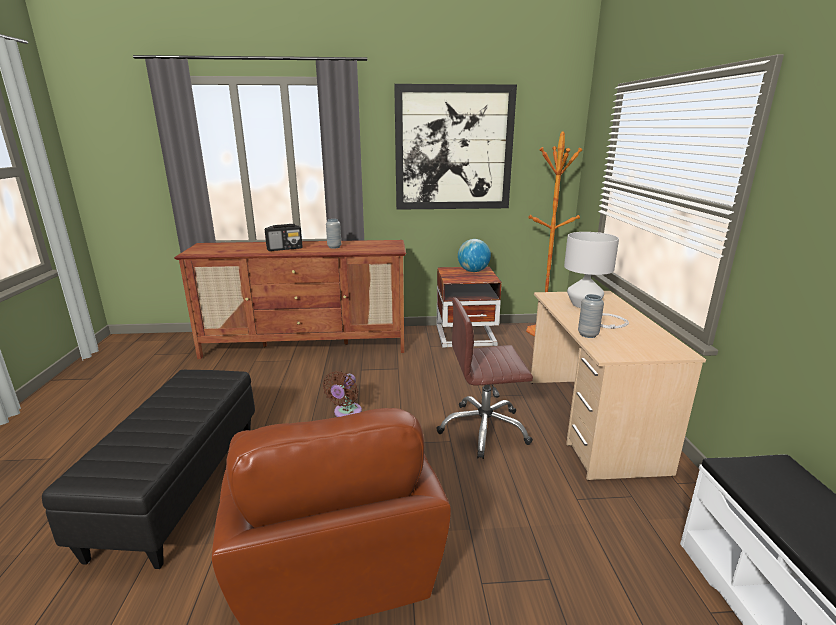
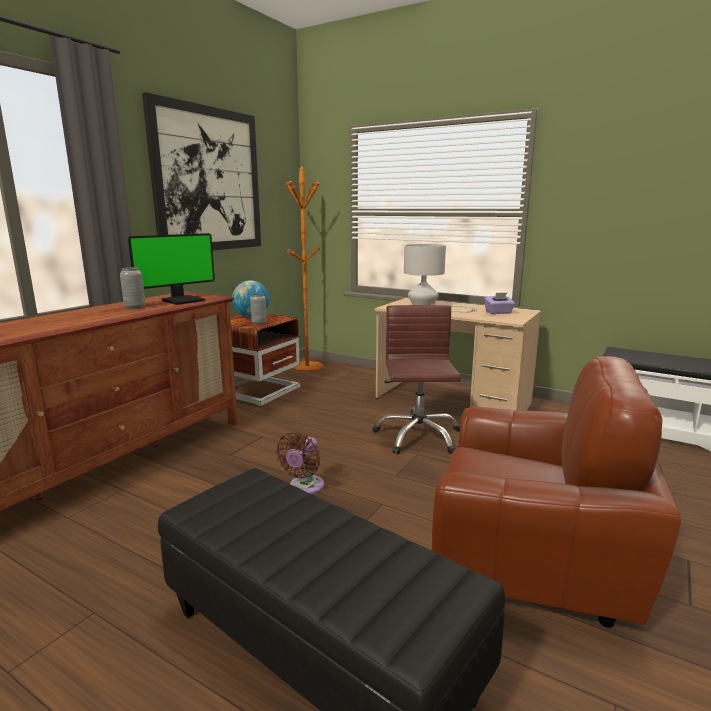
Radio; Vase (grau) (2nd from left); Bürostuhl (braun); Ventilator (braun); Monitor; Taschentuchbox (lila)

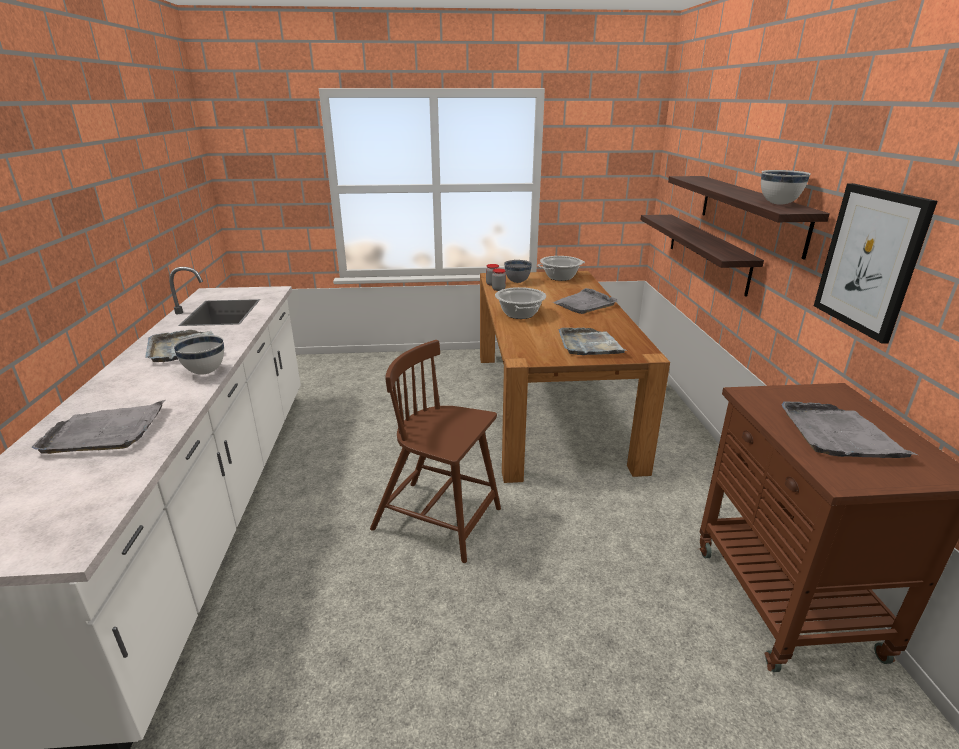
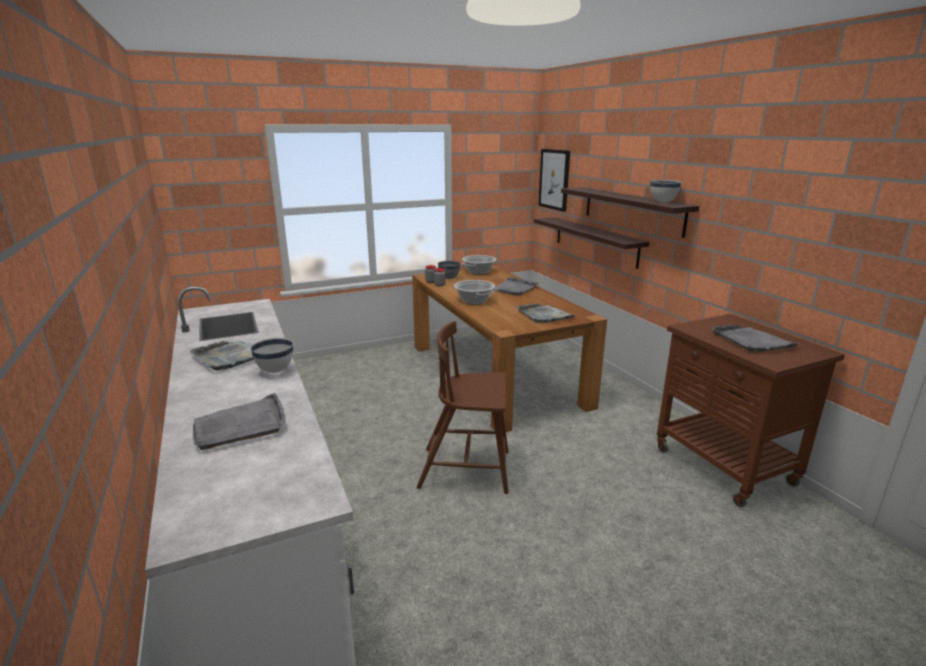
Bild

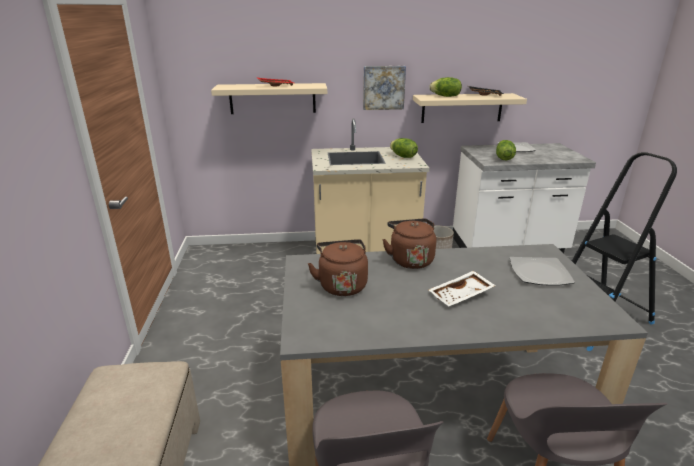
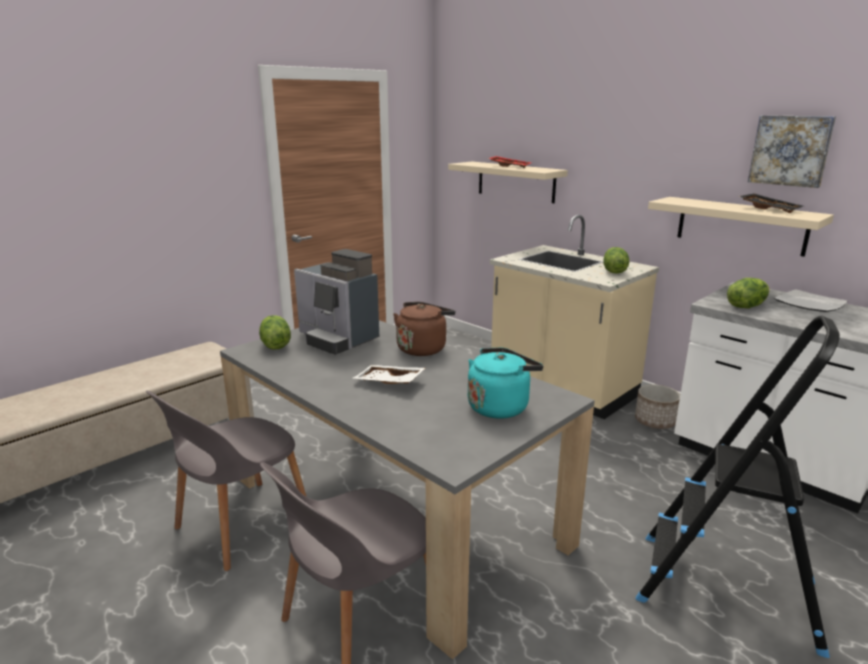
Bild; Salatkopf (1st from left); Kaffeemaschine; Wasserkessel (türkis)

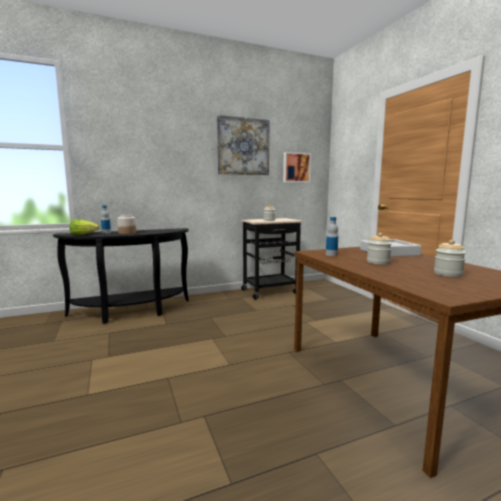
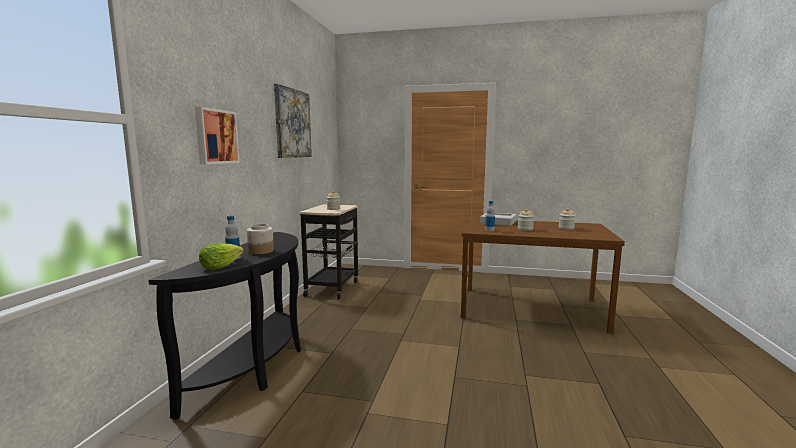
Bild (1st from left)

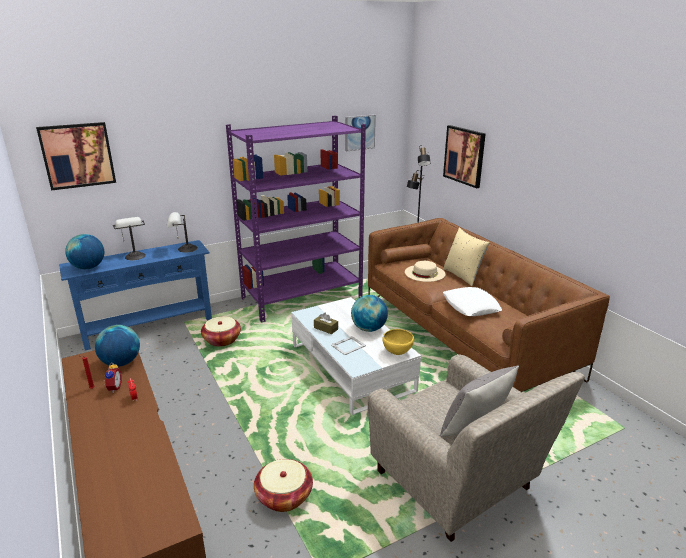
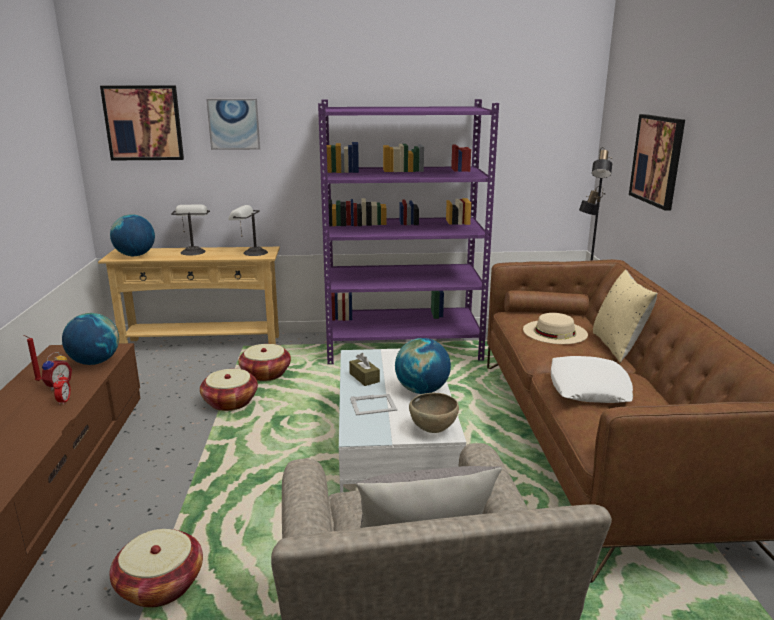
Bild (2nd from left); Konsolentisch (beige); Schüssel (braun); Korb (2nd from left)

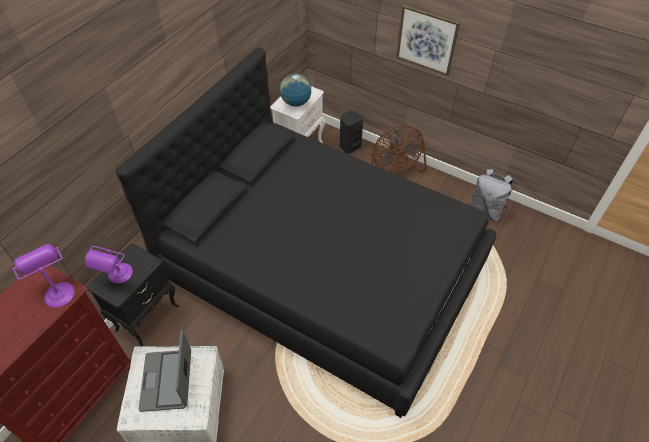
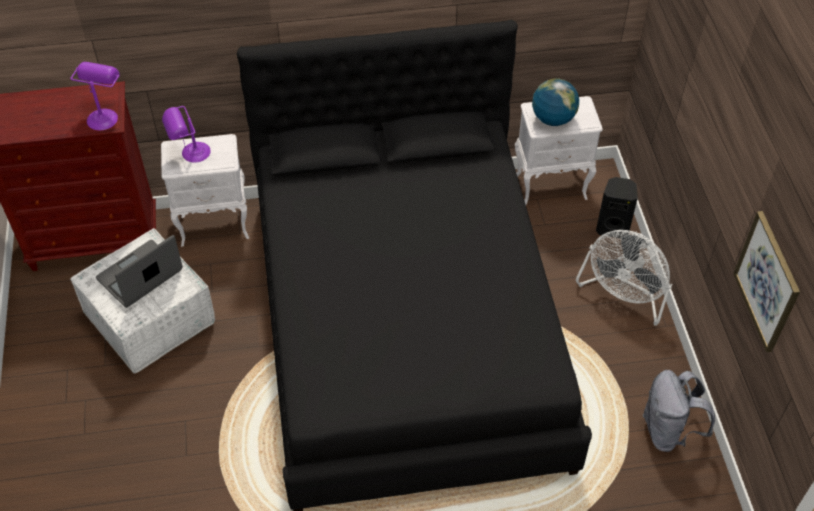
Bild; Ventilator (weiß); Nachttisch (weiß) (1st from left)

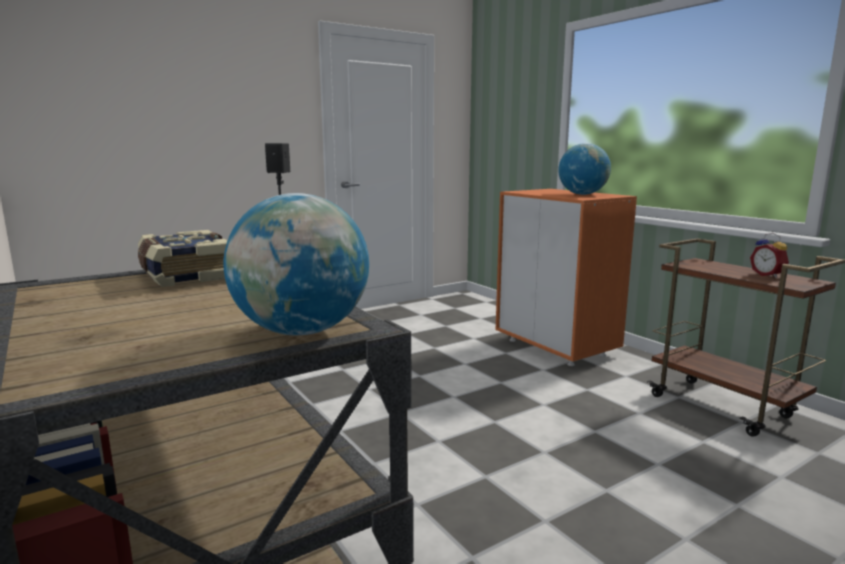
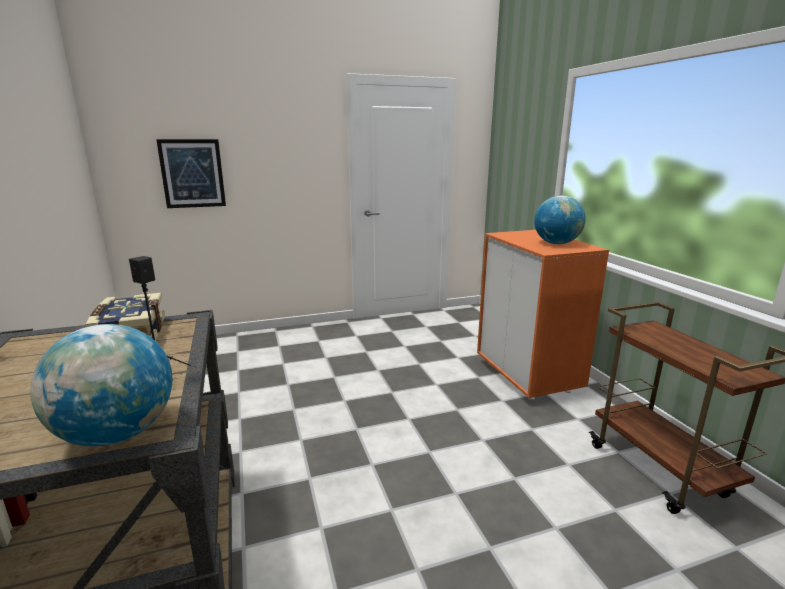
Wecker; Bild

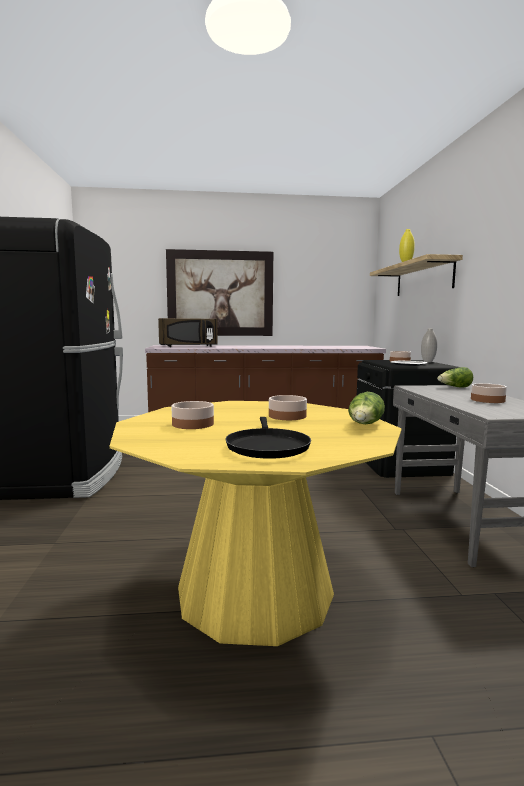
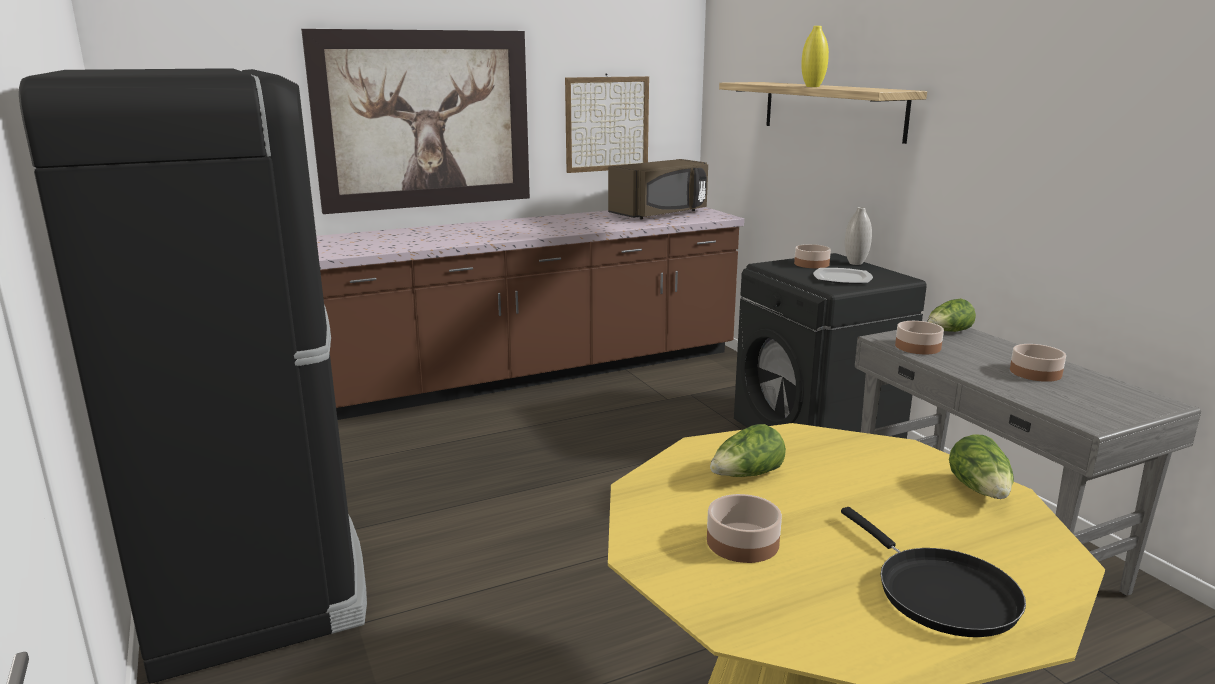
Mikrowelle (braun); Schüssel (3rd from left); Bild (2nd from left); Salatkopf (1st from left)

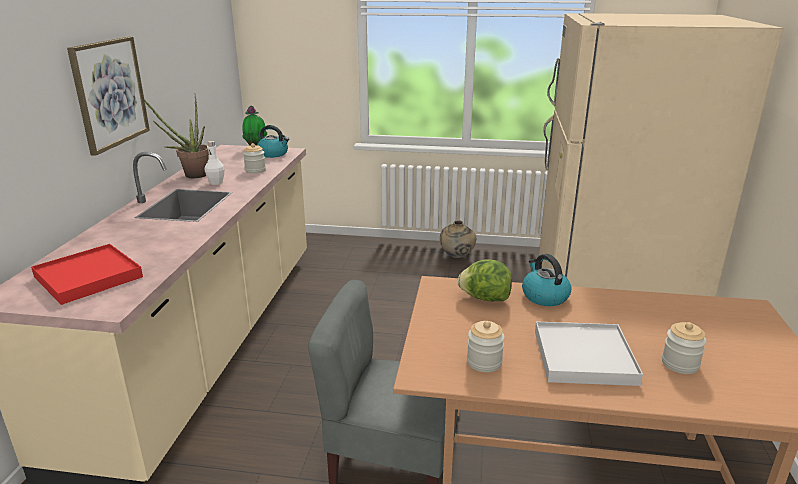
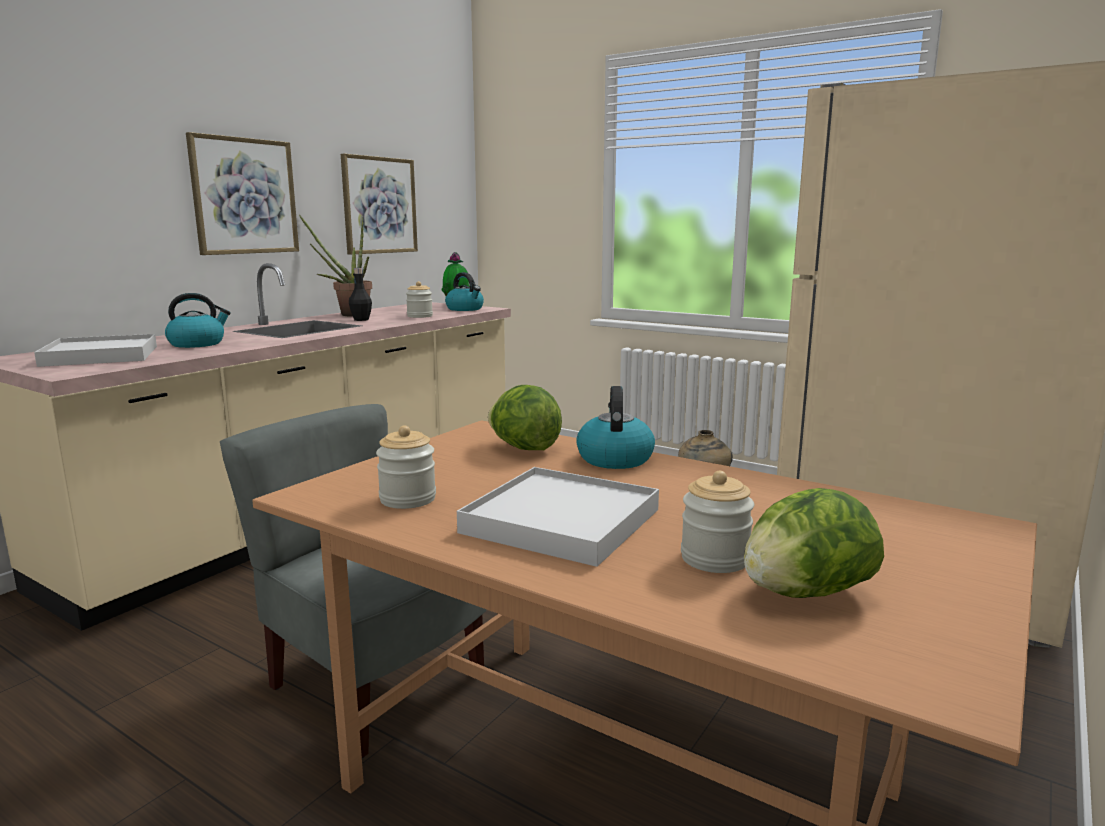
Flasche (schwarz); Tablett (weiß) (1st from left); Bild (2nd from left); Wasserkessel (1st from left); Salatkopf (2nd from left)

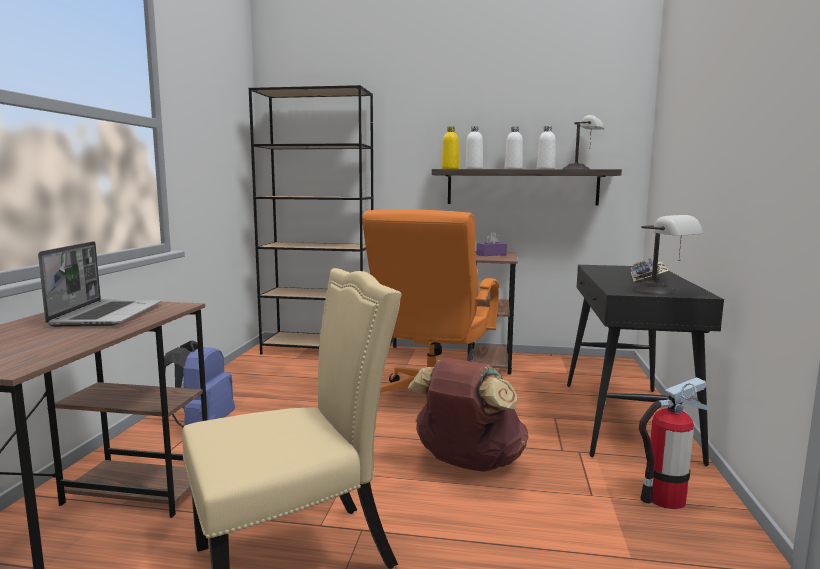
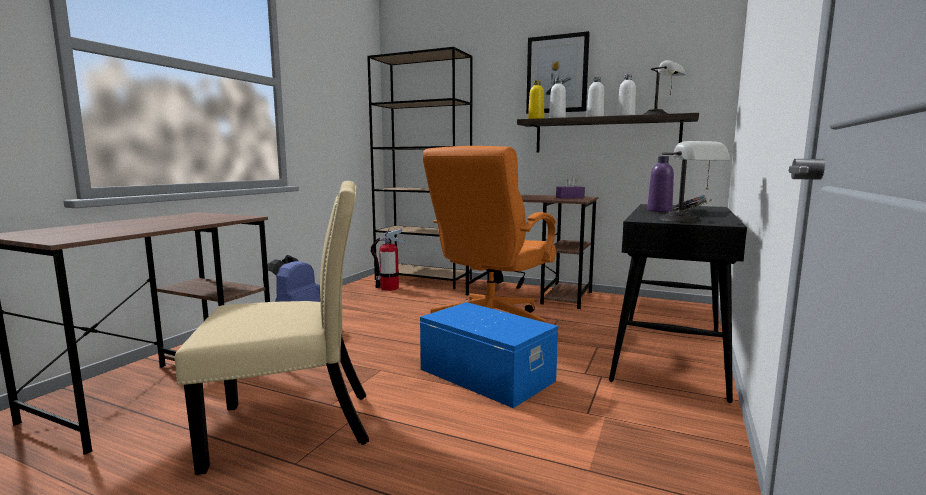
Laptop; Aufbewahrungsbox (blau); Feuerlöscher; Bild; Flasche (lila)

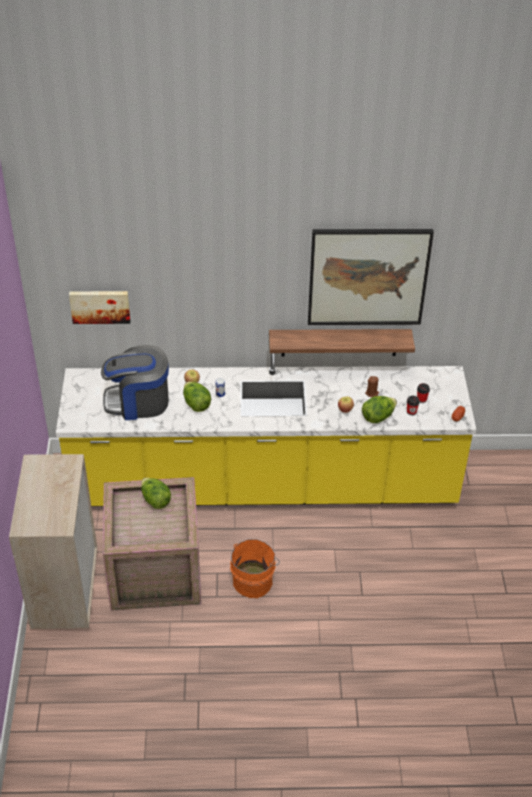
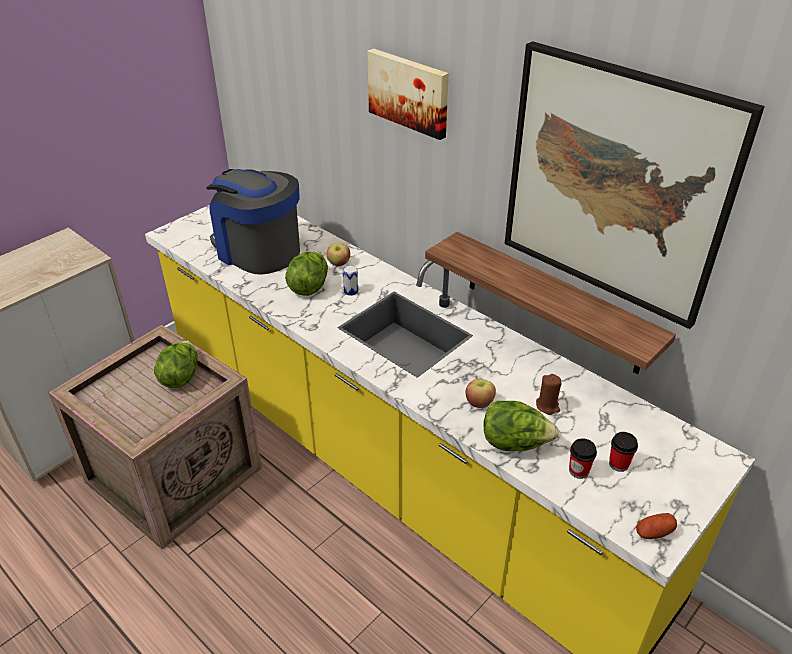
Bild (1st from left); Eimer (orange)

